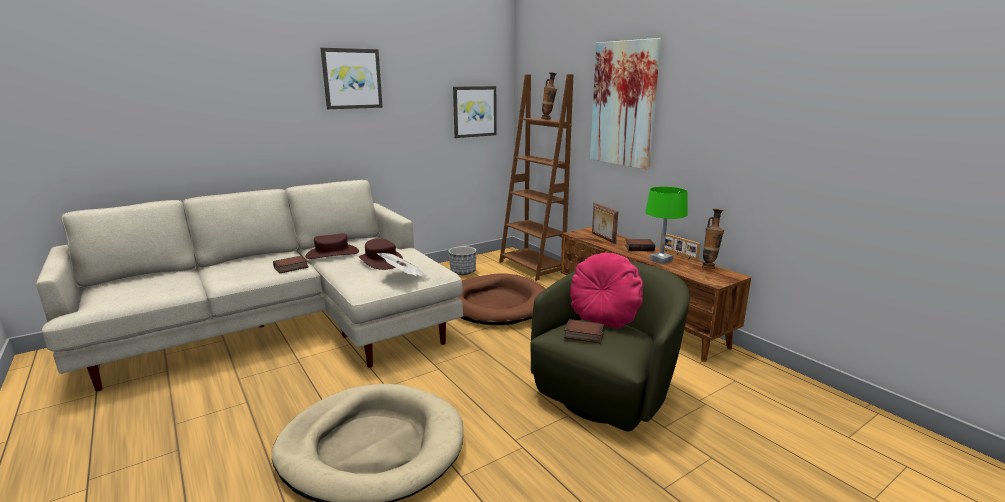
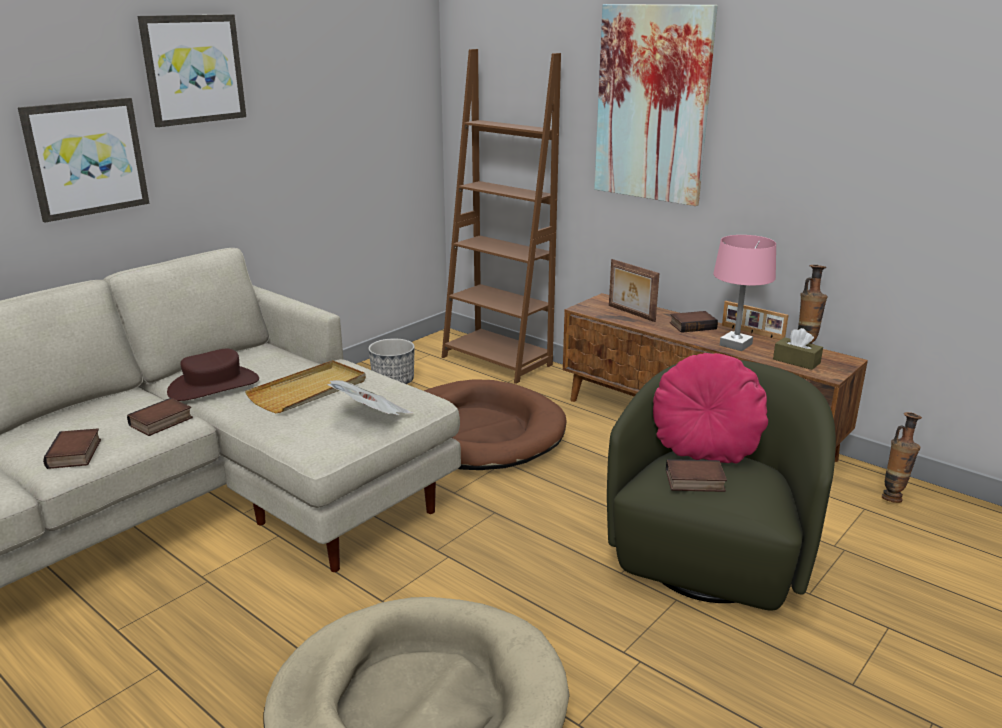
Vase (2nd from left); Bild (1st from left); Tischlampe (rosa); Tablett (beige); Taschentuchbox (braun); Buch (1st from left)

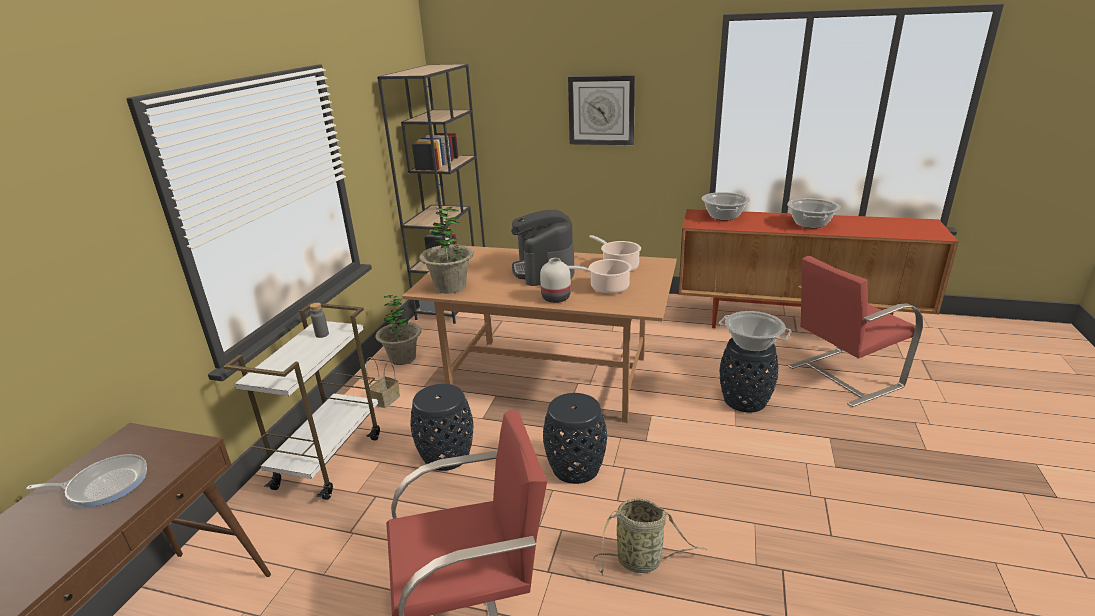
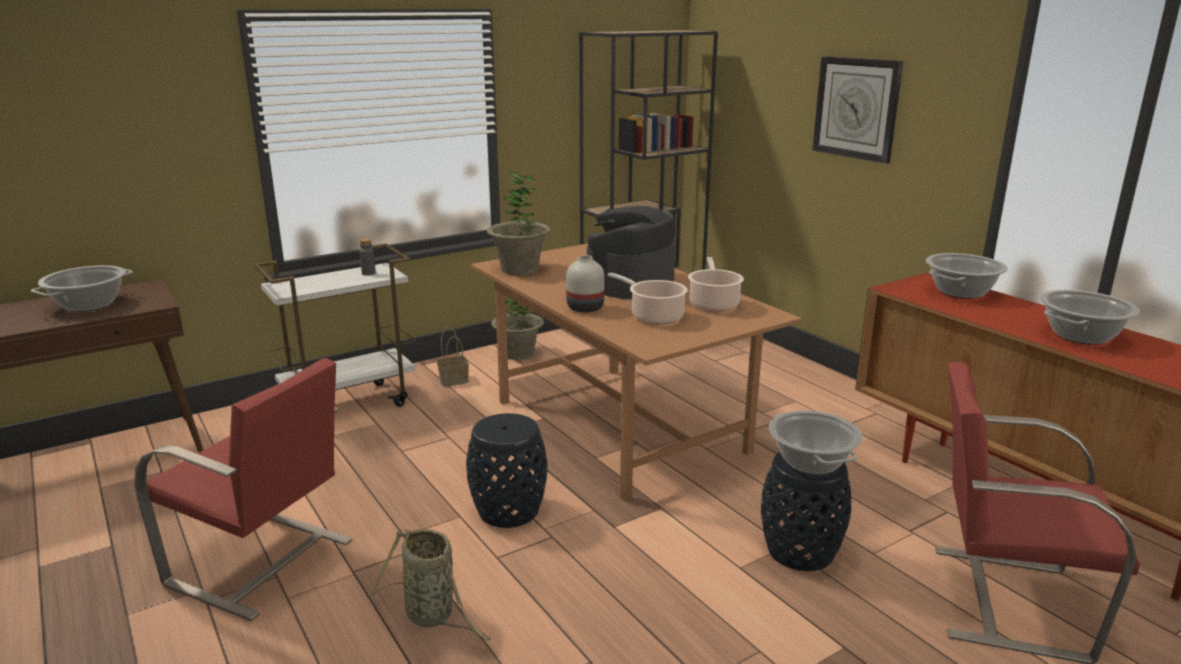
Hocker (schwarz) (1st from left in the first image); Kochtopf (1st from left)

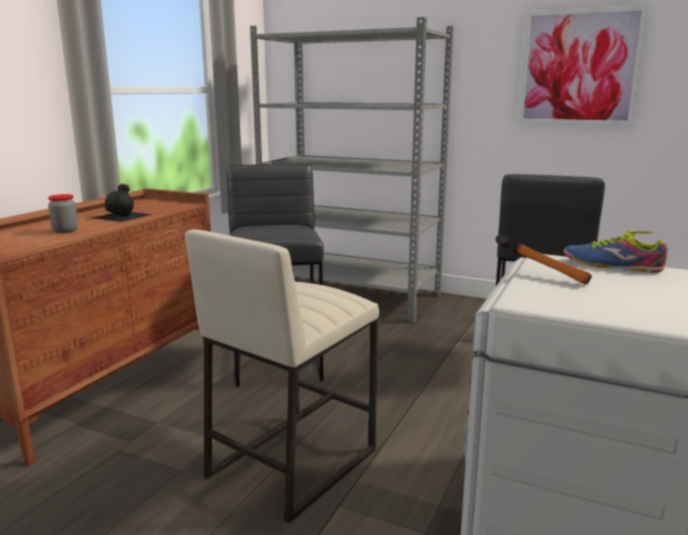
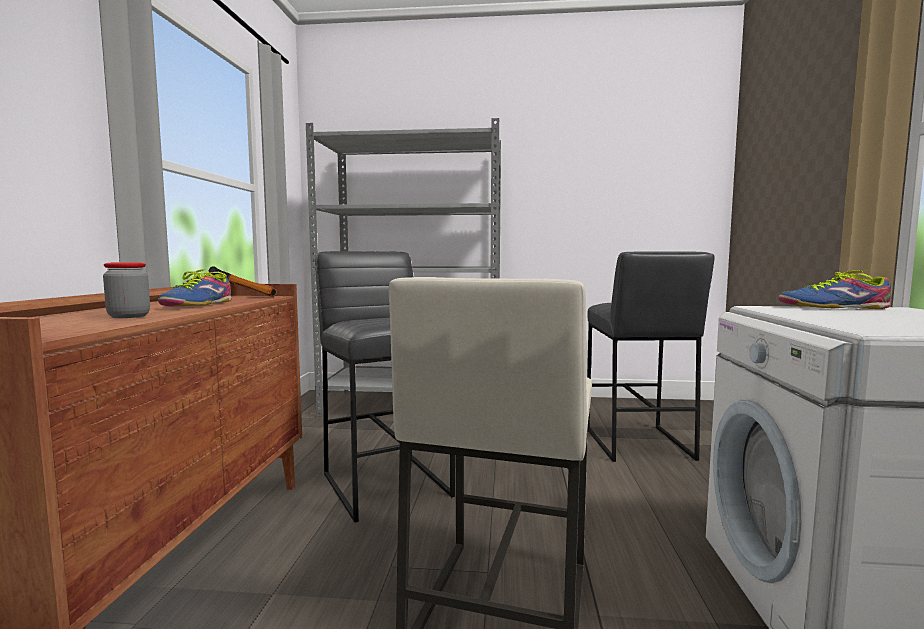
Bild; Schuh (1st from left); Hammer

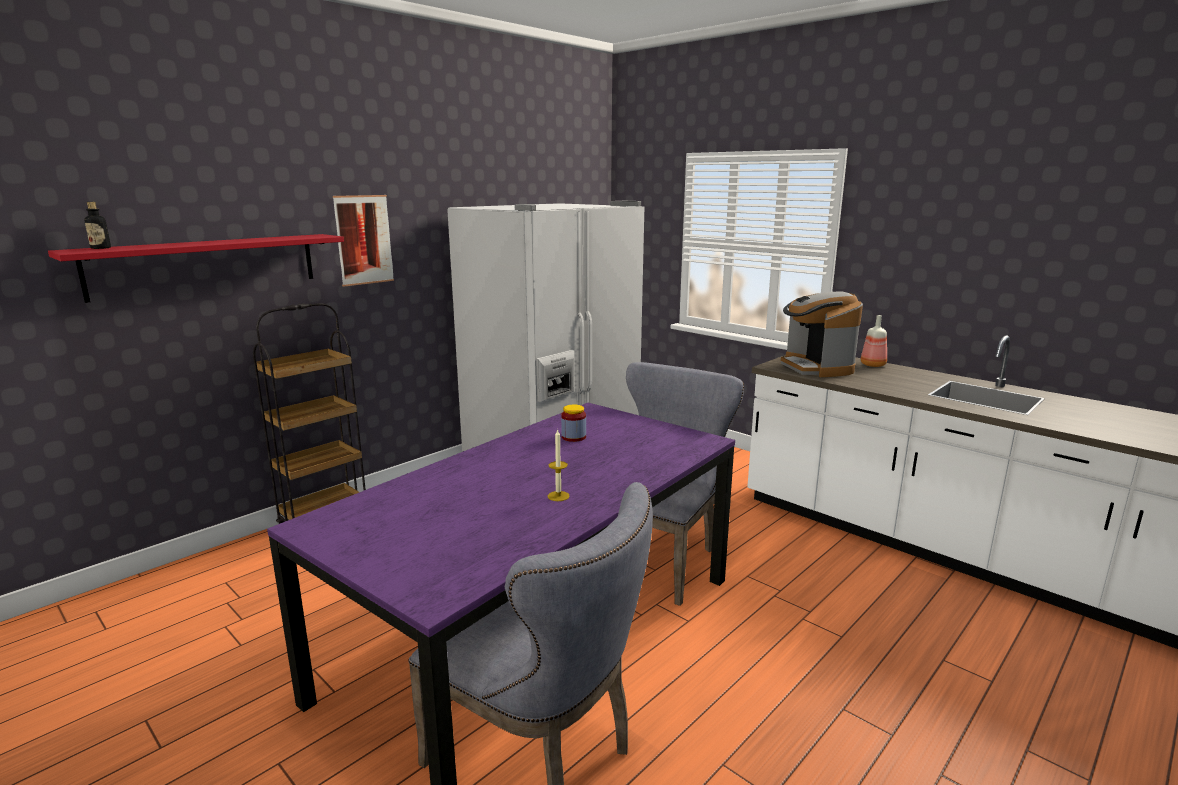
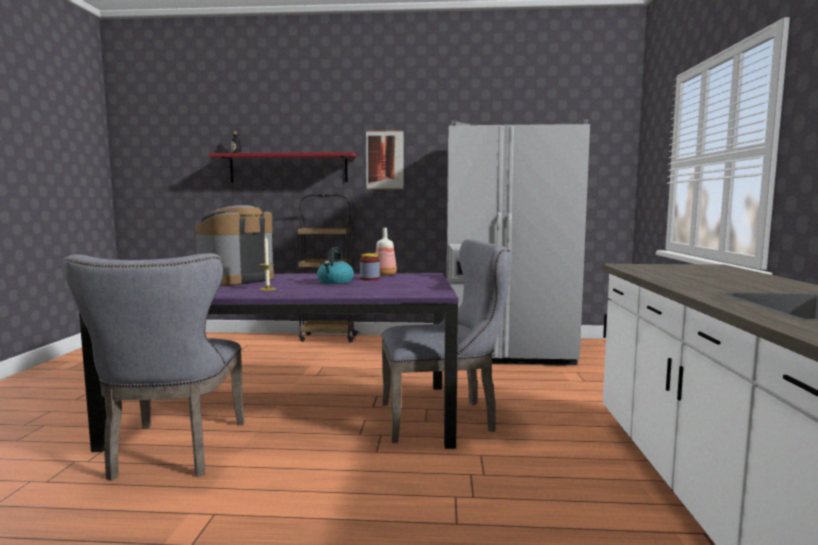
Kaffeemaschine; Flasche (2nd from left); Wasserkessel

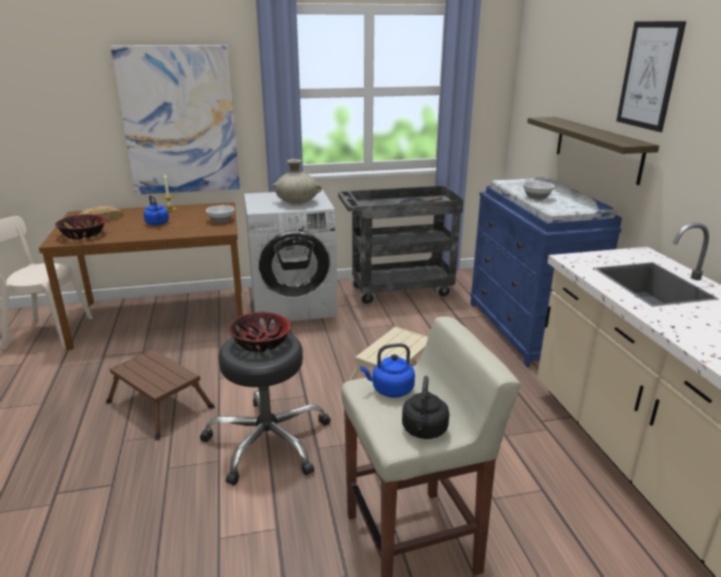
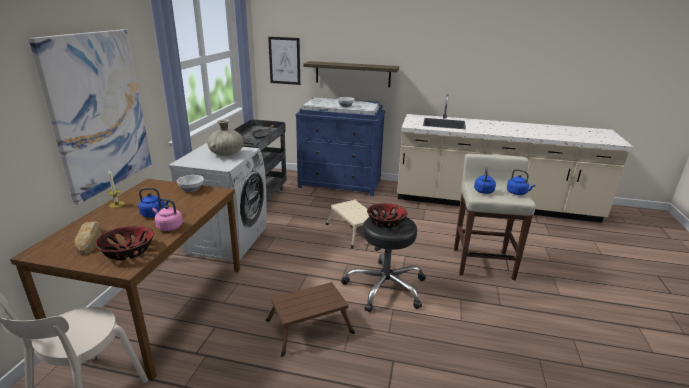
Bild (2nd from left); Wasserkessel (blau) (3rd from left); Wasserkessel (rosa)

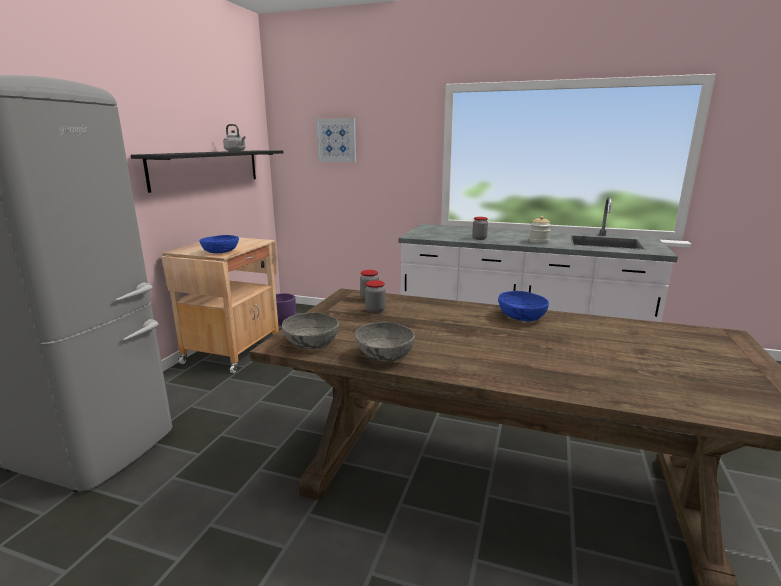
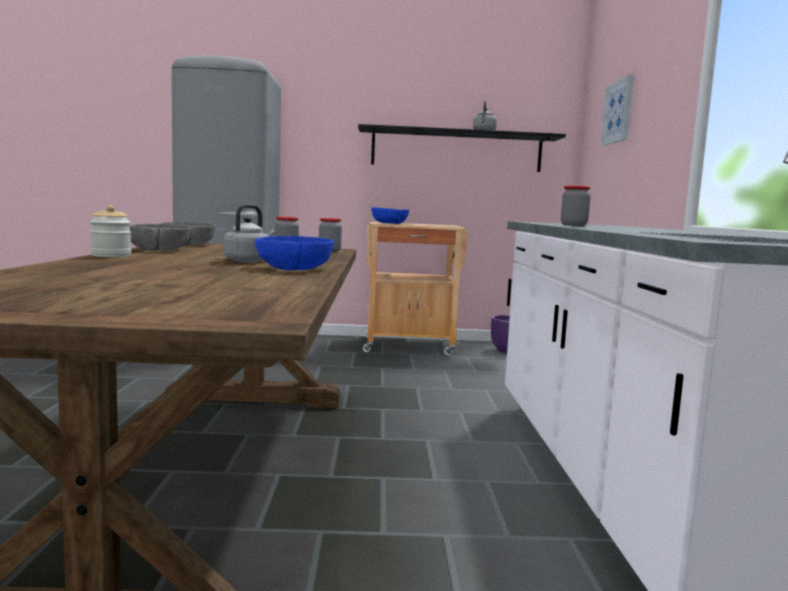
Vorratsglas (1st from left); Wasserkessel (grau) (1st from left)

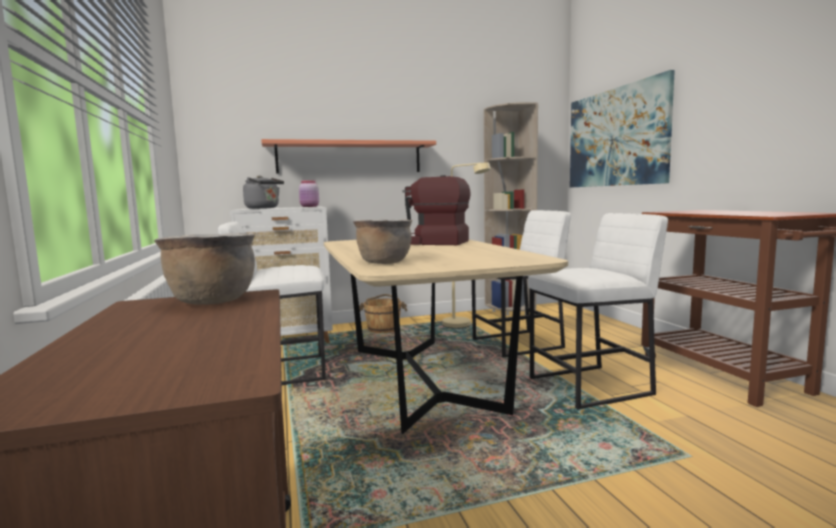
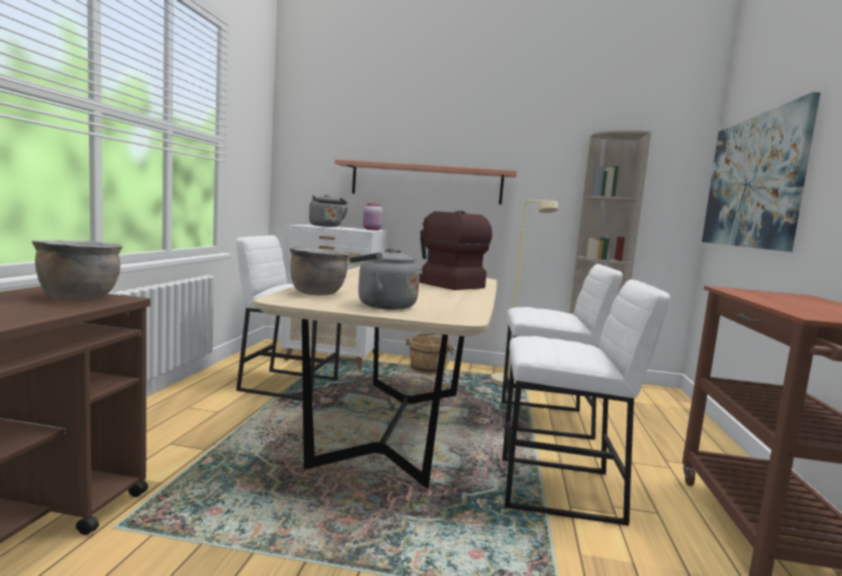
Wasserkessel (grau) (2nd from left)

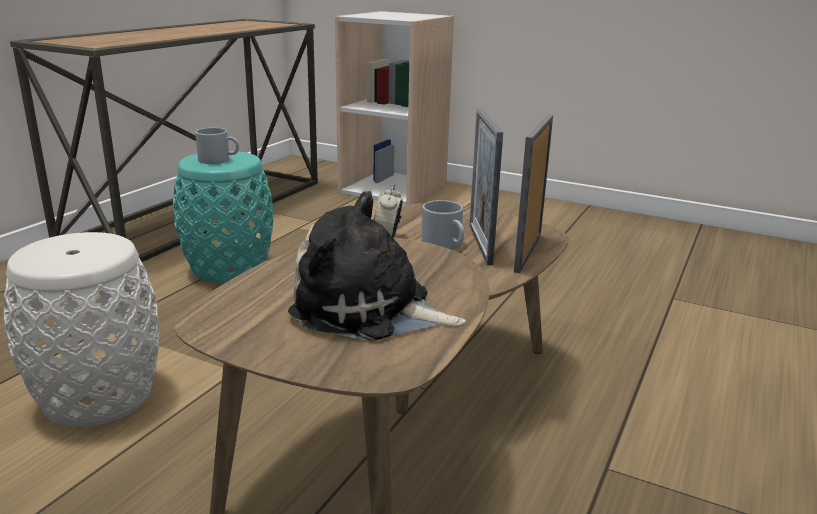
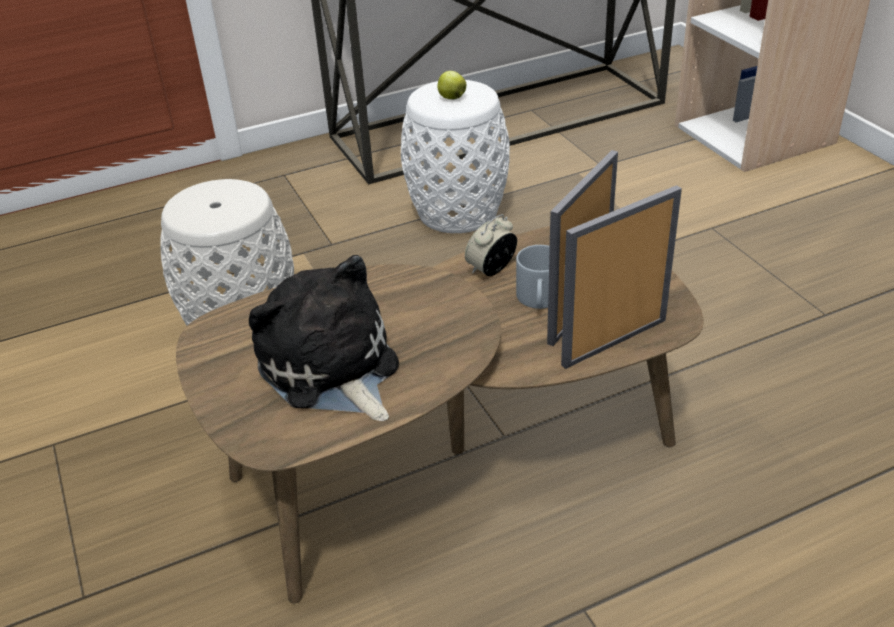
Apfel; Hocker (weiß) (2nd from left)

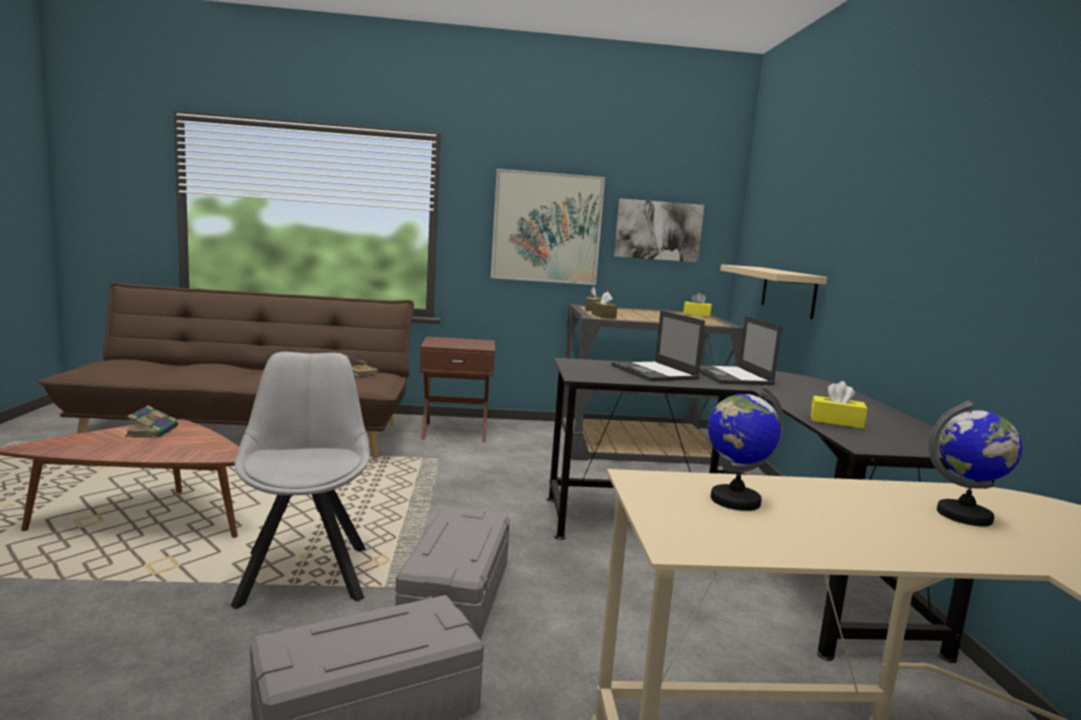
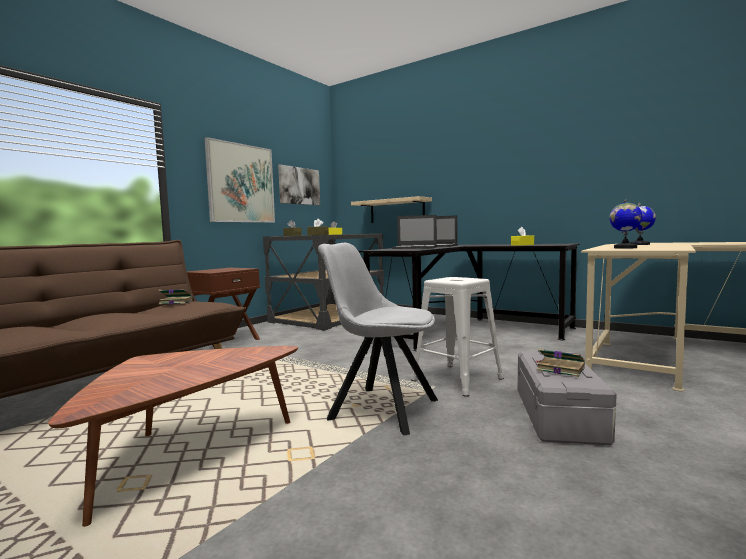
Buch (2nd from left); Hocker (weiß)

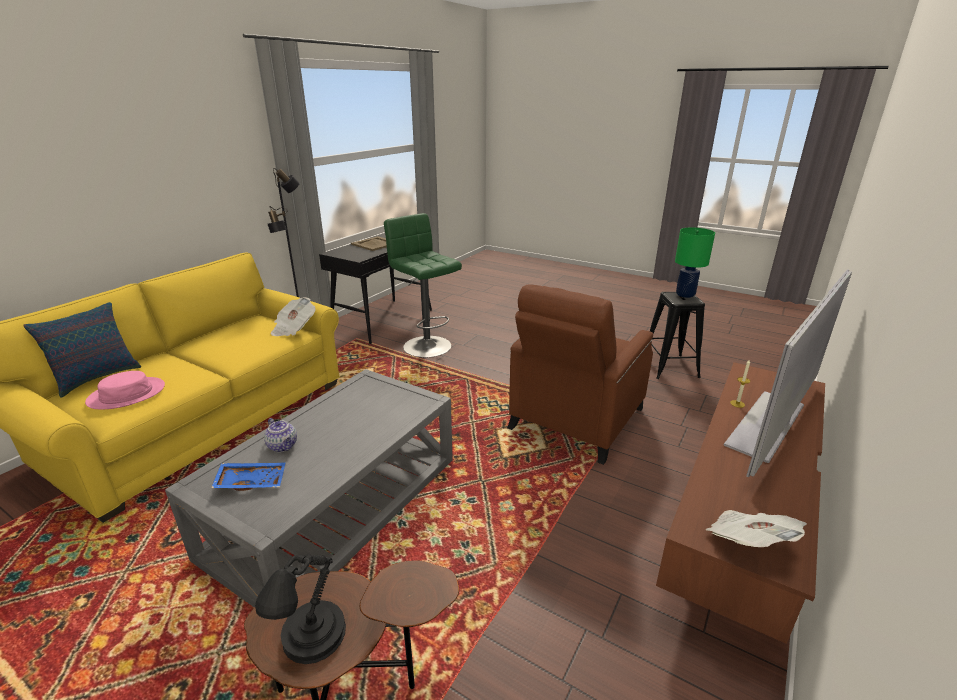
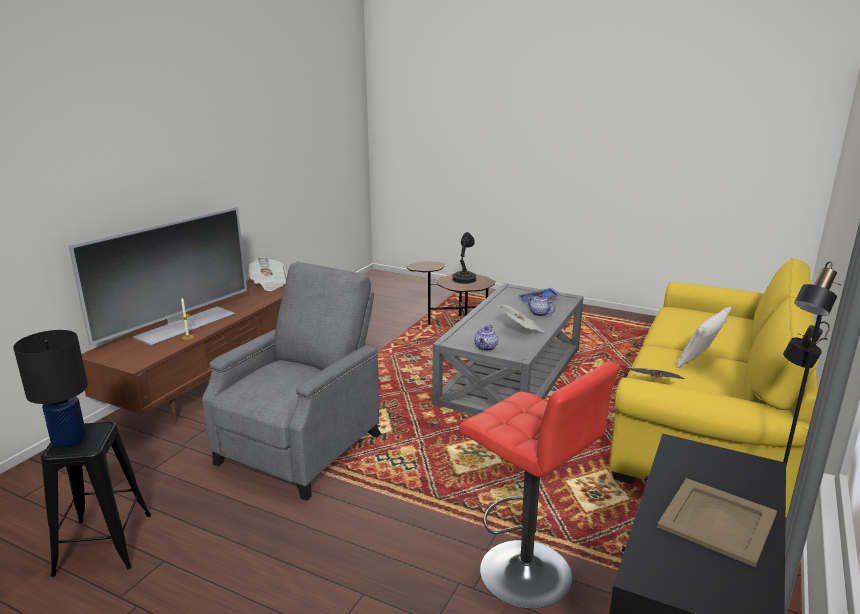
Hocker (rot); Tischlampe (schwarz) (1st from left); Sessel (grau); Kissen (blau); Hut (rosa); Zeitung (2nd from left); Kissen (weiß); Teekanne (1st from left)

